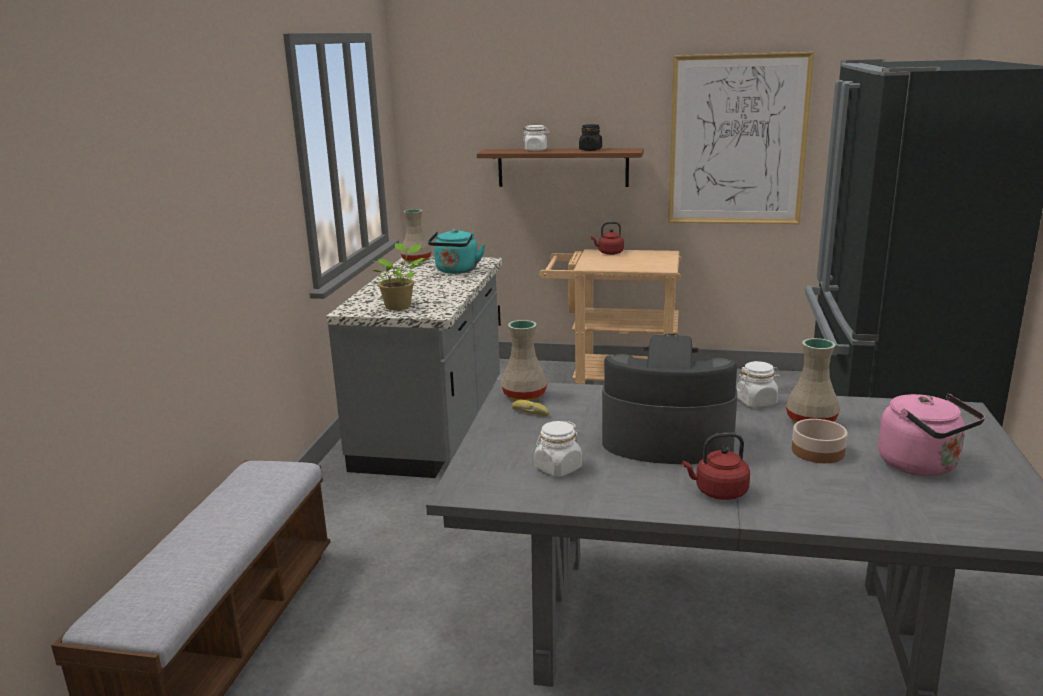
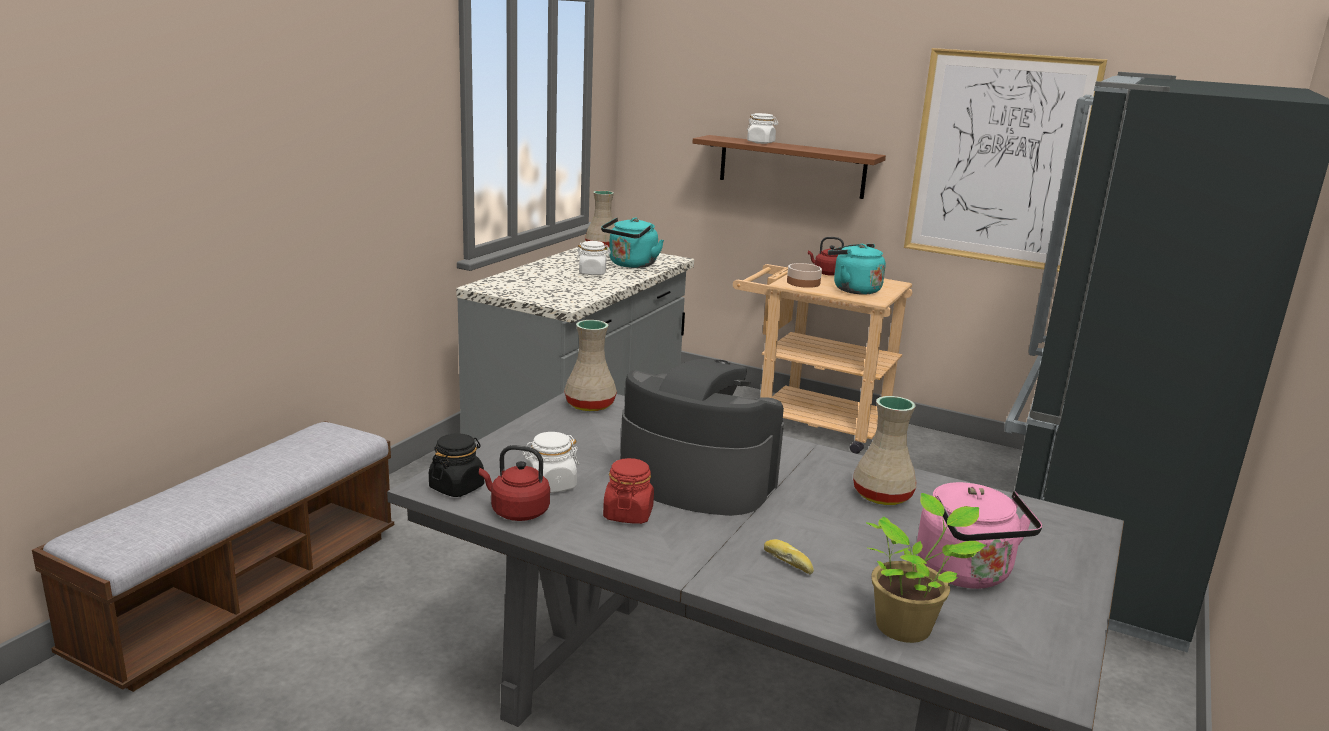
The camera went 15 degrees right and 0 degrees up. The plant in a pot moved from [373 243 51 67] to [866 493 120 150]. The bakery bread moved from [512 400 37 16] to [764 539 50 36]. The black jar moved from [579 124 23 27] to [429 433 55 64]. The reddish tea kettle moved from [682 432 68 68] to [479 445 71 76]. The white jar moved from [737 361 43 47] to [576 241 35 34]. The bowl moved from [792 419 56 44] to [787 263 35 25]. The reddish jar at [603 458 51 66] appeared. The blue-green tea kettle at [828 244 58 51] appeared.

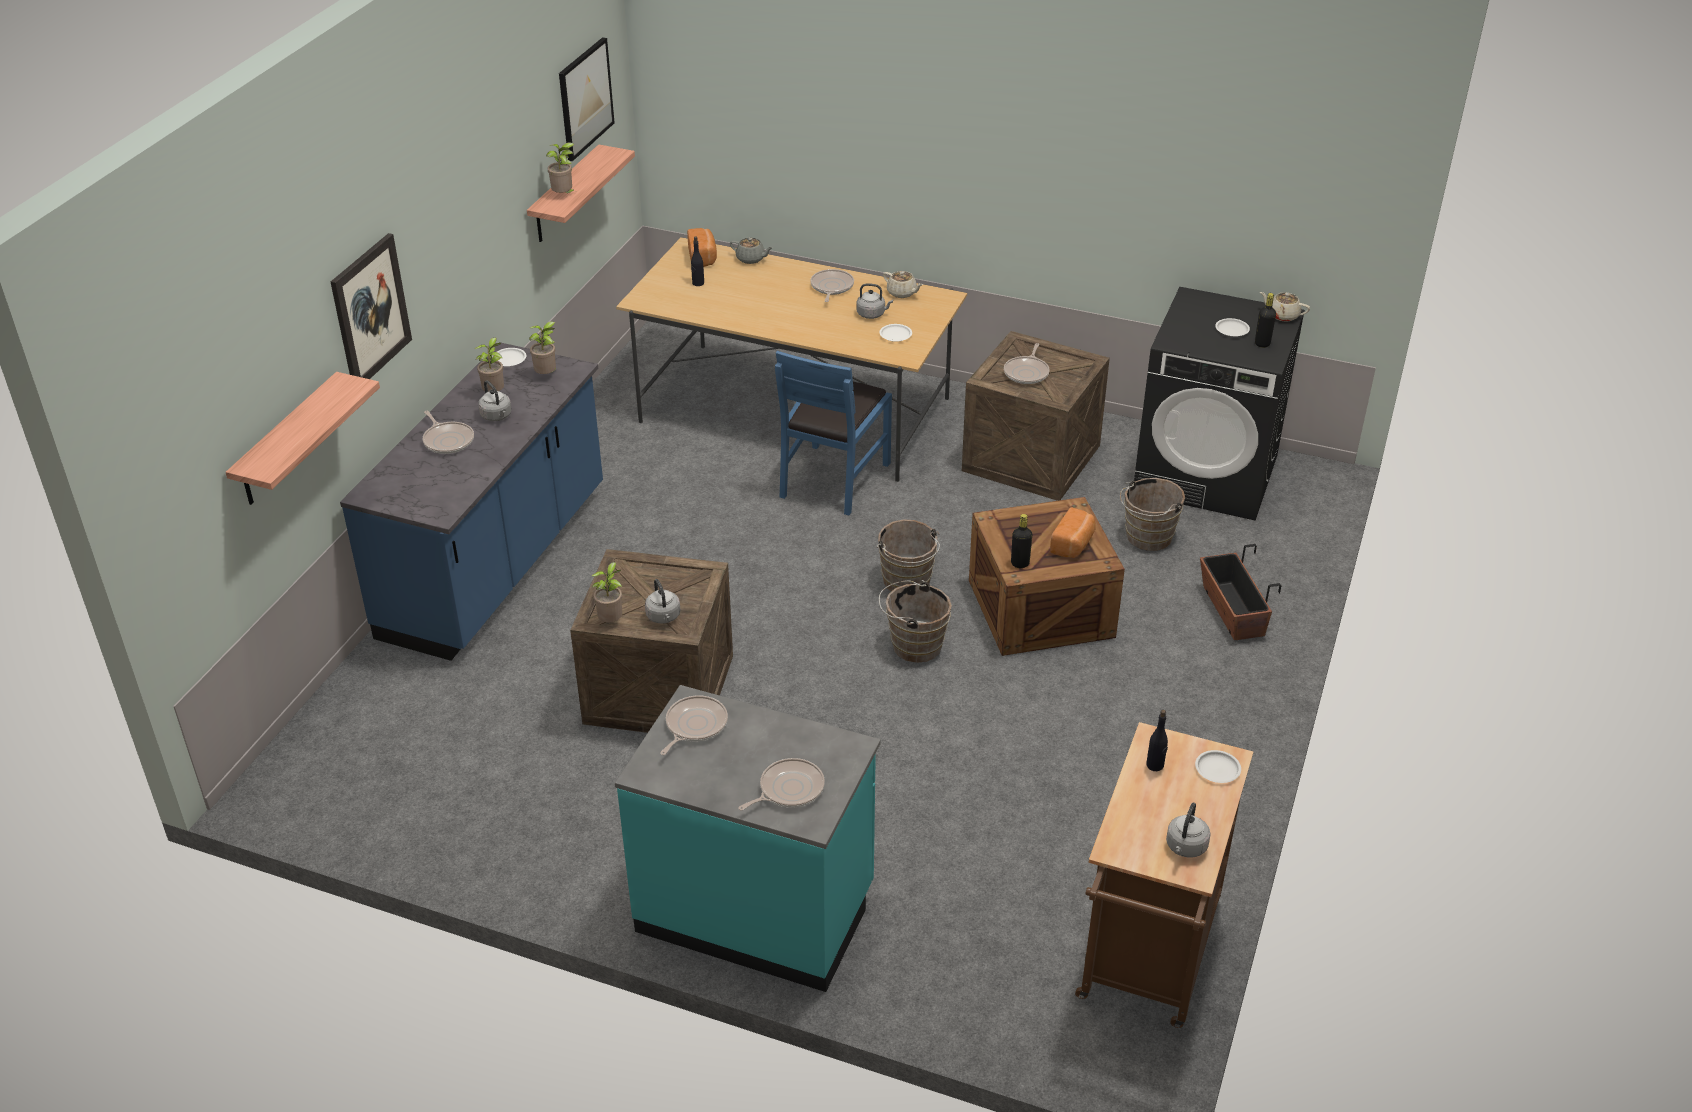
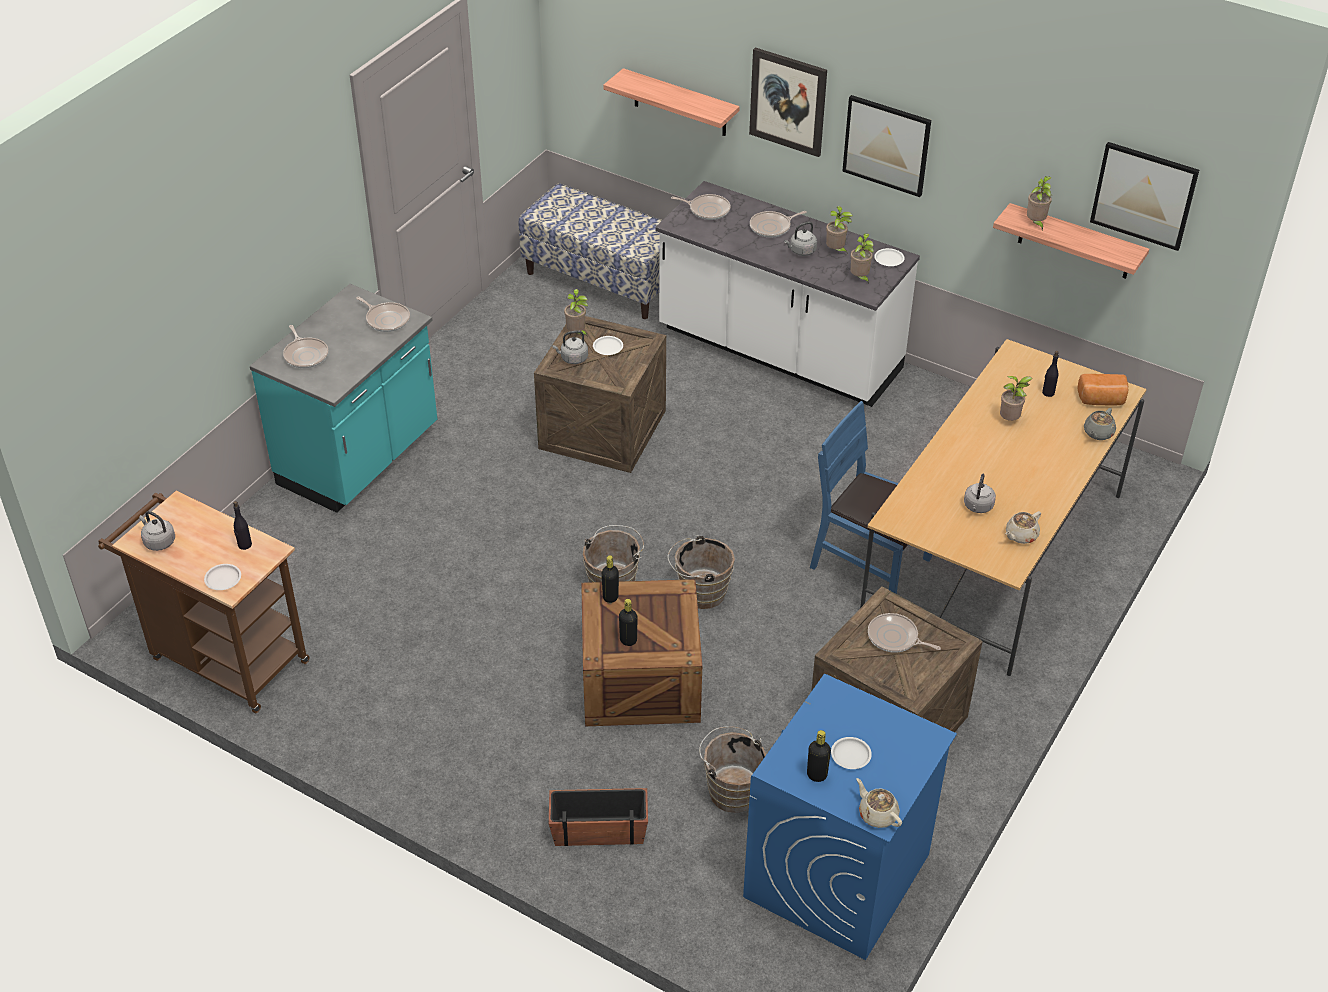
The camera went 100 degrees right and 5 degrees up. The blue-coloured kitchen counter at [340 342 263 319] became the white kitchen counter at [655 181 265 226]. The skillet moved from [810 269 44 33] to [671 194 59 26]. The white flat dish moved from [879 324 33 18] to [593 336 30 19]. The bakery bread at [1050 507 46 51] was replaced by the black beverage bottle at [619 599 18 47]. The black washing machine at [1134 287 171 233] became the blue-coloured washing machine at [743 674 214 286]. The beige-coloured tea pot at [1260 292 50 30] turned 75 degrees counterclockwise. The long seat at [518 183 144 136] appeared. The wall picture at [842 95 89 102] appeared. The plant in a pot at [1000 376 33 45] appeared.

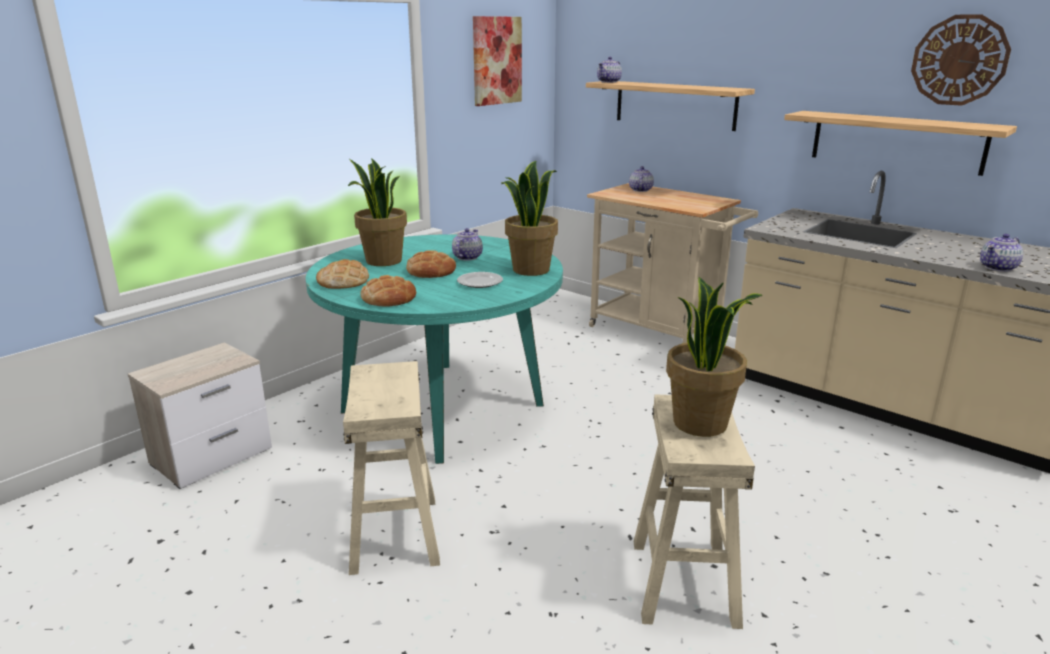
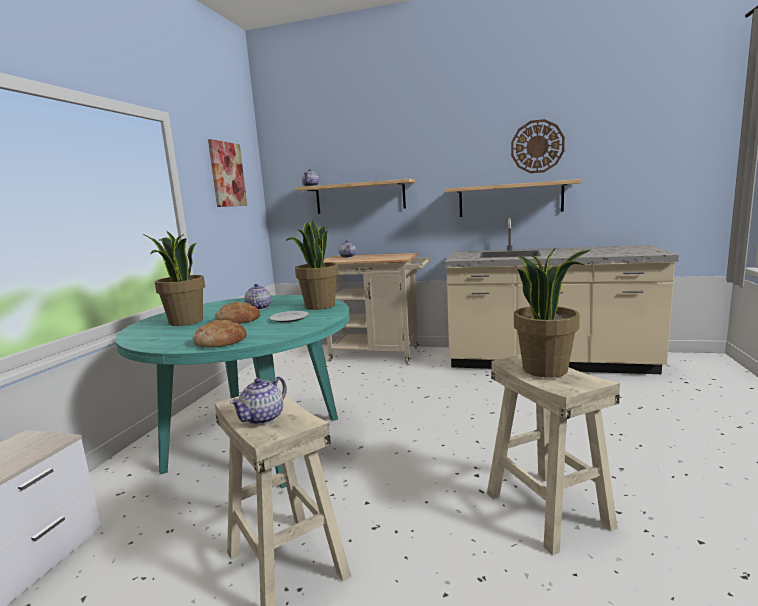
The camera went 25 degrees left and 10 degrees down. The bakery bread at [316 259 53 30] disappeared. The tea pot moved from [980 234 43 38] to [230 377 57 48].

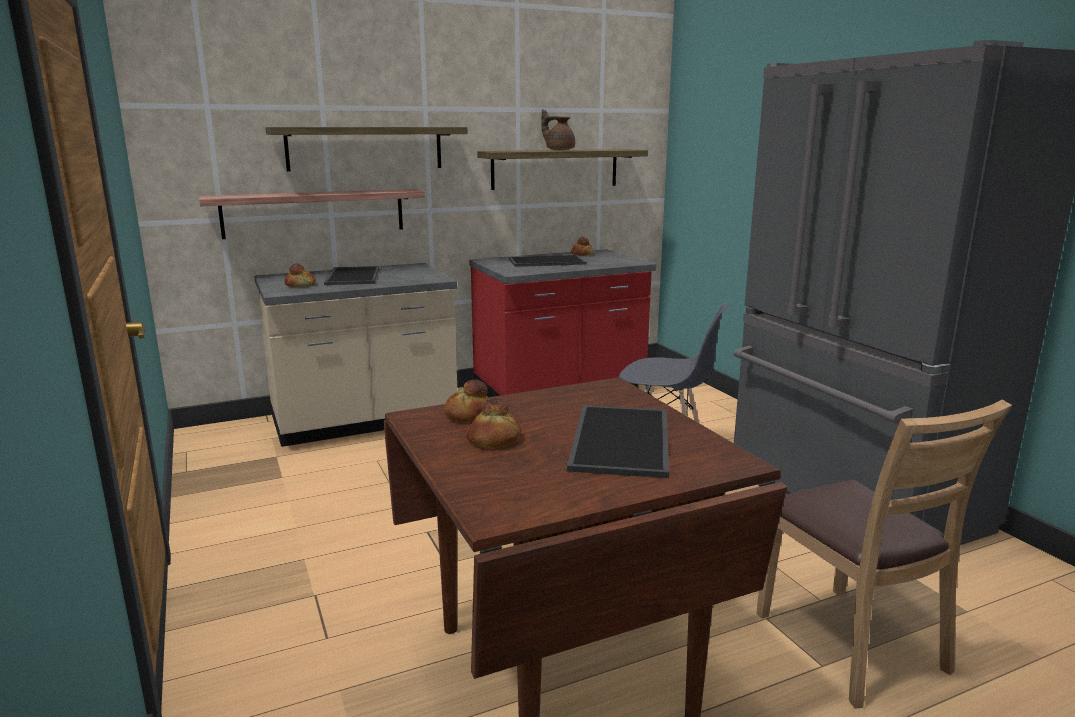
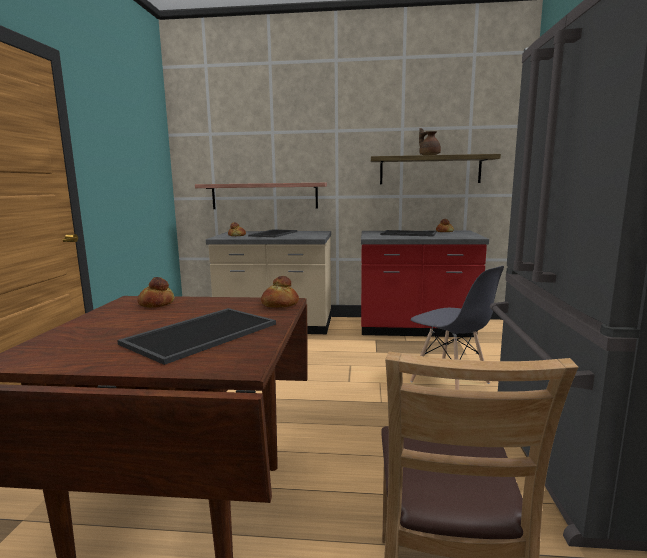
The camera went 30 degrees right and 5 degrees down. The bracket shelf at [265 127 203 44] disappeared. The bakery bread moved from [466 398 55 51] to [261 276 38 32].

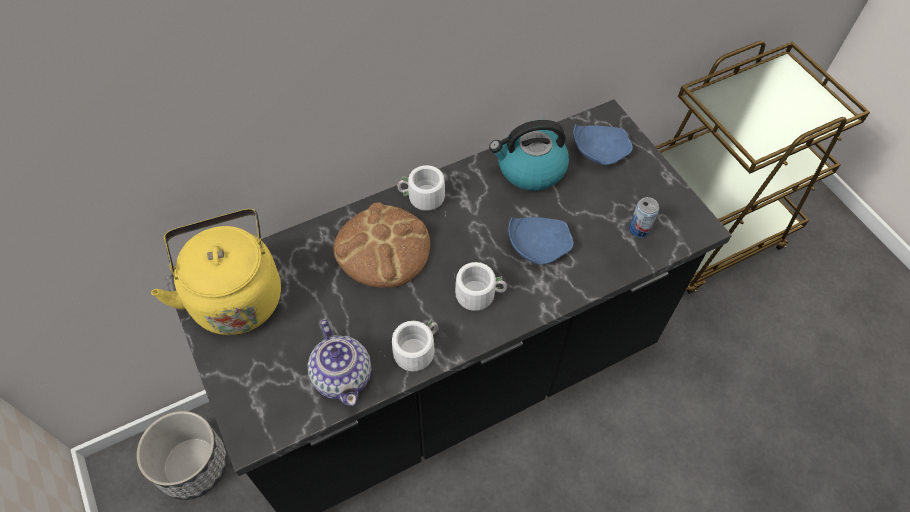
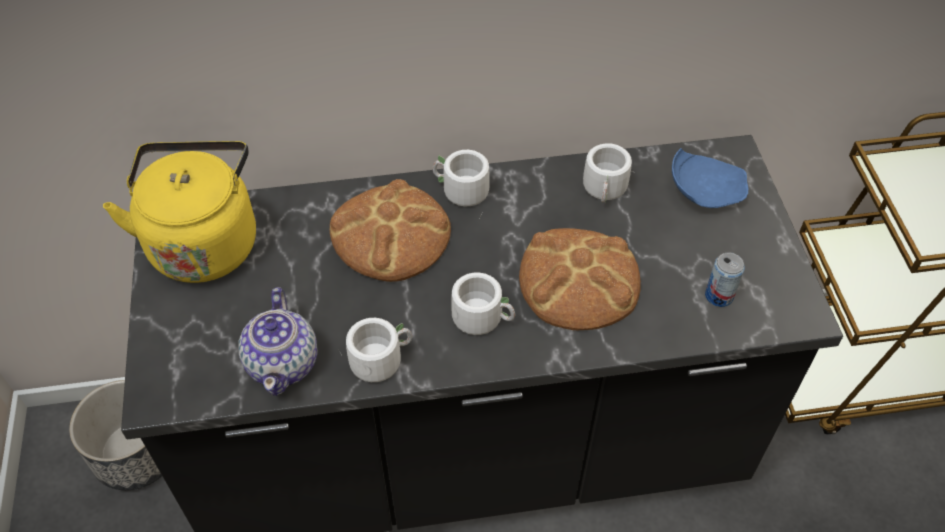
The camera went 20 degrees right and 5 degrees down. The tea kettle at [489 120 80 71] was replaced by the white mug at [583 143 49 60]. The blue-coloured flat dish at [508 217 66 48] was replaced by the bakery bread at [519 228 122 102].

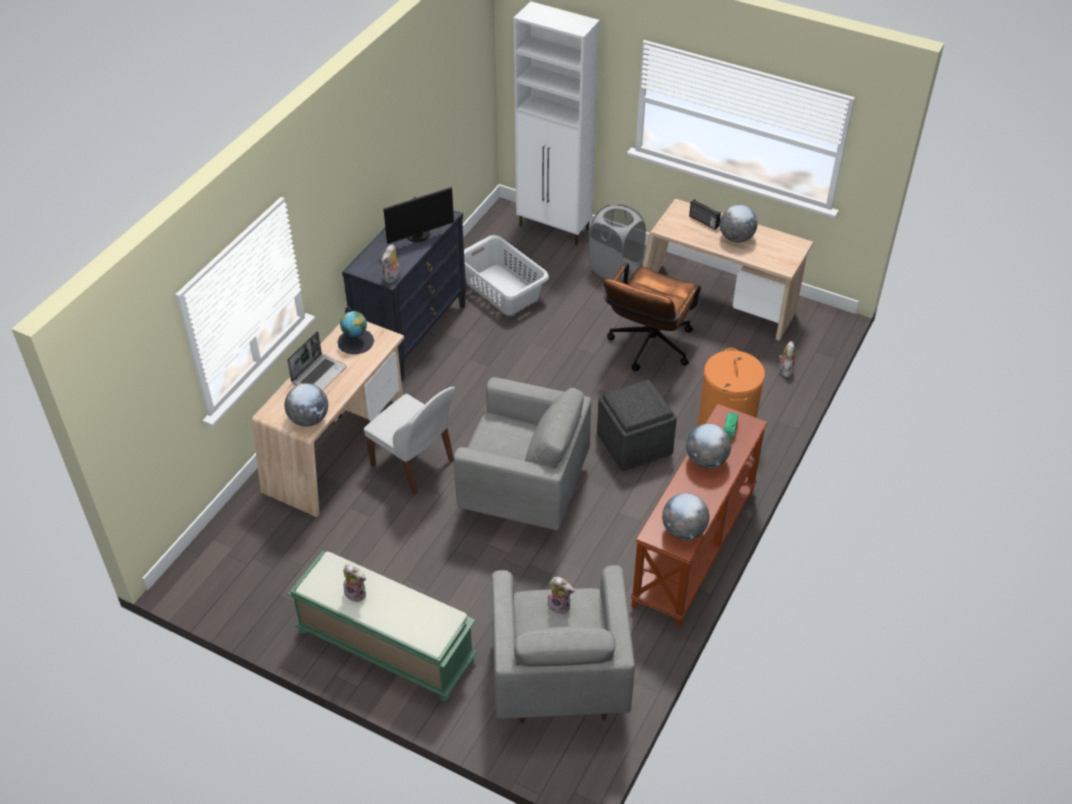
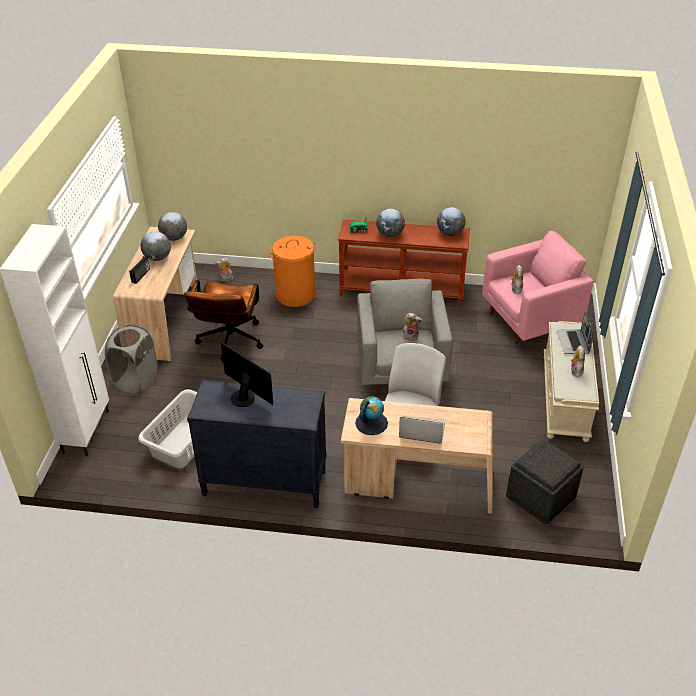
The camera went 110 degrees left and 5 degrees down. The world globe moved from [284 383 44 44] to [158 212 29 29]. The greenish long seat at [287 551 191 151] became the beige-coloured long seat at [544 321 55 121]. The plush toy moved from [381 244 20 39] to [403 313 19 28]. The greyish easy chair at [492 565 143 159] became the pink-coloured easy chair at [482 231 111 113]. The greyish ottoman moved from [597 380 80 91] to [506 439 78 85]. The brown-coloured desk chair at [603 262 98 109] turned 90 degrees clockwise. The notebook computer at [557 312 37 42] appeared.

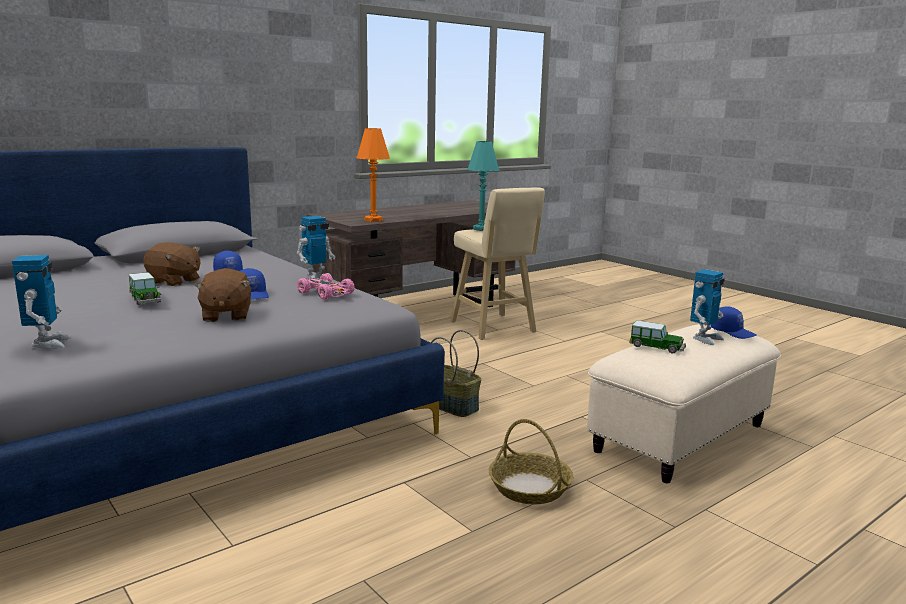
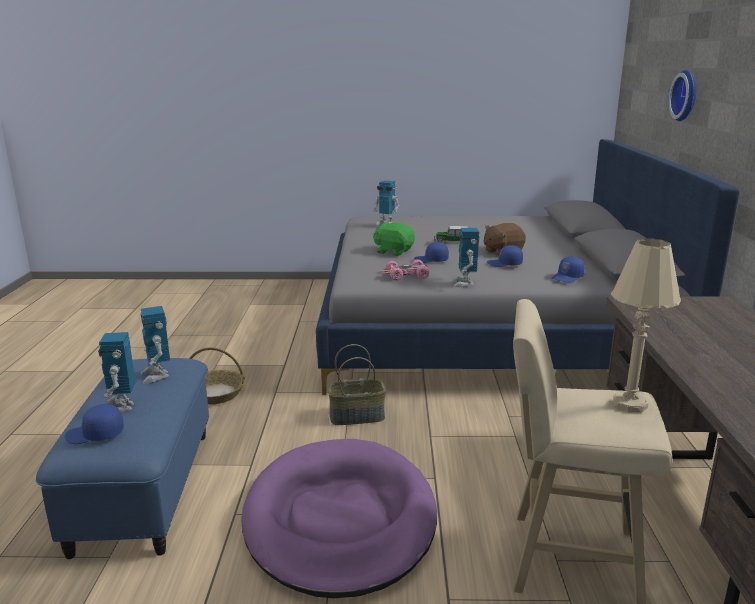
The camera went 130 degrees right and 5 degrees up. The brown-coloured plush toy at [194 268 57 54] became the greenish plush toy at [373 223 42 33]. The orange tabletop lamp at [357 128 33 94] disappeared. The blue-green tabletop lamp at [467 141 32 90] became the beige-coloured tabletop lamp at [611 238 70 175]. The beige-coloured ottoman at [587 324 194 159] became the blue-coloured ottoman at [36 358 173 201]. The toy car at [629 320 57 33] was replaced by the robot figure at [141 306 29 78]. The purplish dog cushion at [241 439 196 159] appeared. The blue-coloured cap at [552 256 33 27] appeared. The hanging clock at [669 70 27 51] appeared.

